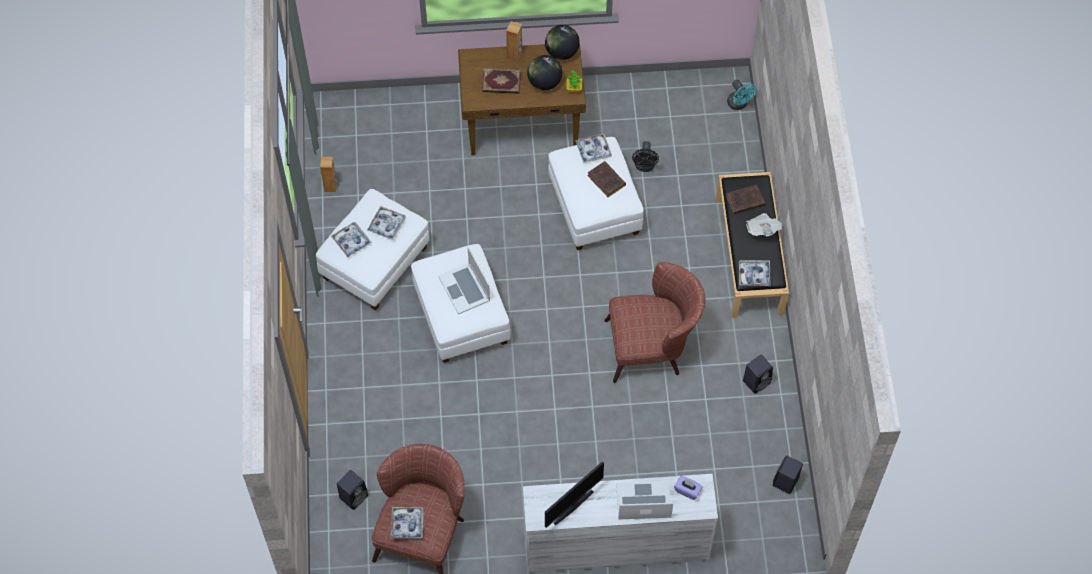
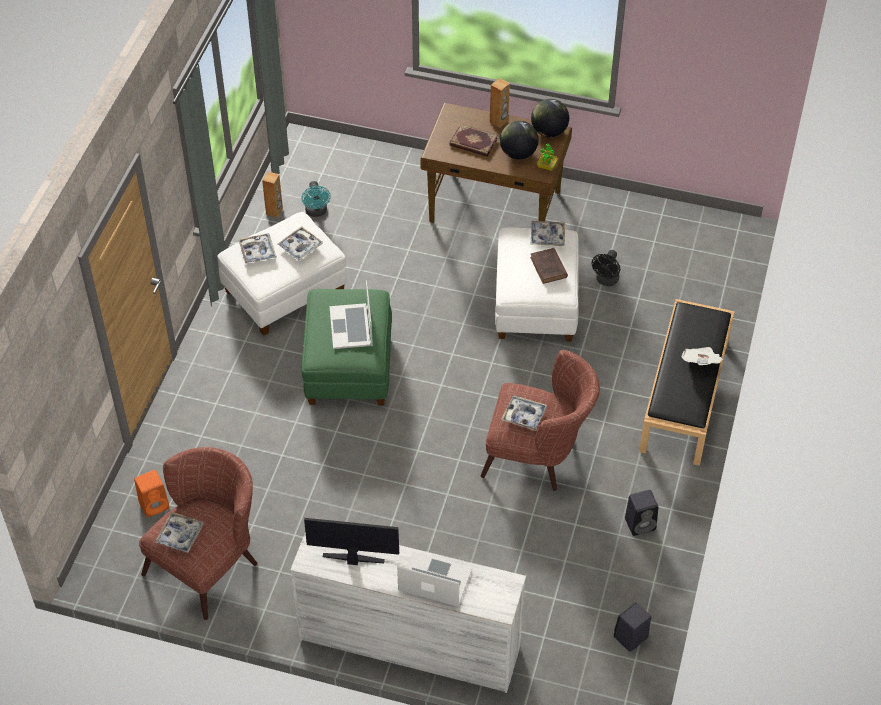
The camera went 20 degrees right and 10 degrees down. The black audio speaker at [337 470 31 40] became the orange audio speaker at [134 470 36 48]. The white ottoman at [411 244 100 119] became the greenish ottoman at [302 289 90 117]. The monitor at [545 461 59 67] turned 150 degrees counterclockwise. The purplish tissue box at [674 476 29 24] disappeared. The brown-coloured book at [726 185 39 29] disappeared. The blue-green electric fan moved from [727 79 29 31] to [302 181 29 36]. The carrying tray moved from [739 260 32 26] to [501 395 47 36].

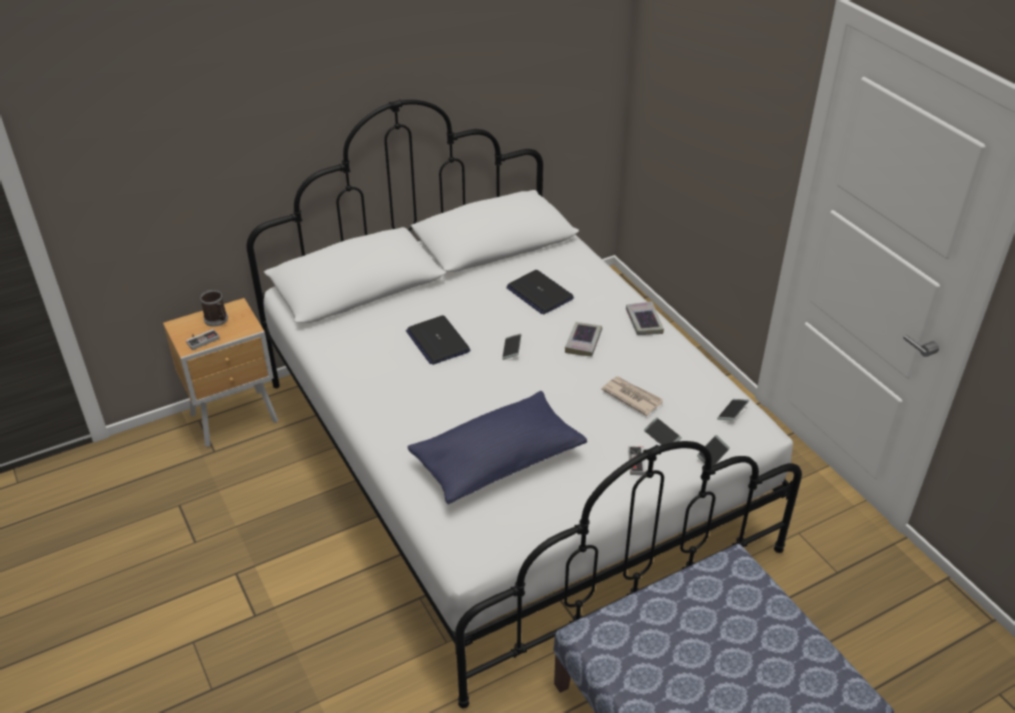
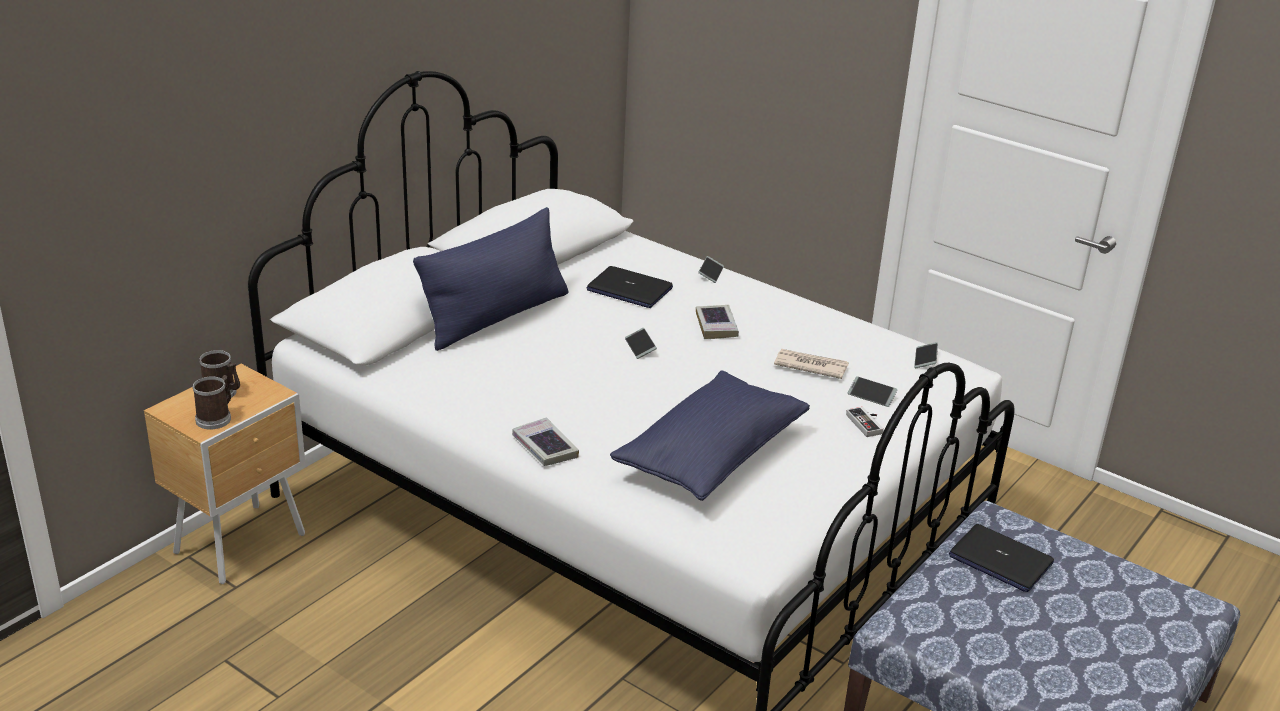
The camera went 25 degrees left and 10 degrees down. The gamepad at [186 329 34 21] was replaced by the mug at [192 375 39 55]. The notebook computer moved from [406 315 64 50] to [949 524 105 68]. The book moved from [626 301 38 34] to [512 417 67 49]. The handset moved from [697 435 33 31] to [698 256 26 27]. The blue-coloured throw pillow at [413 207 155 144] appeared.

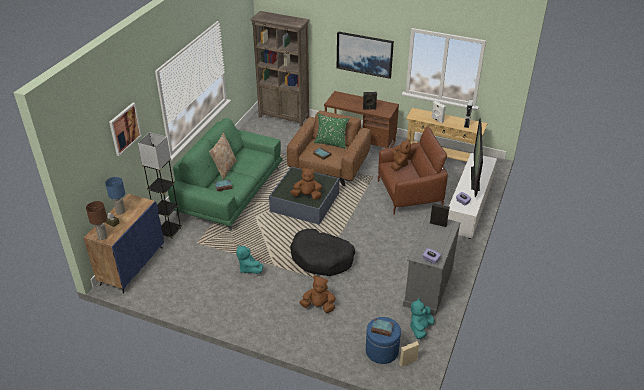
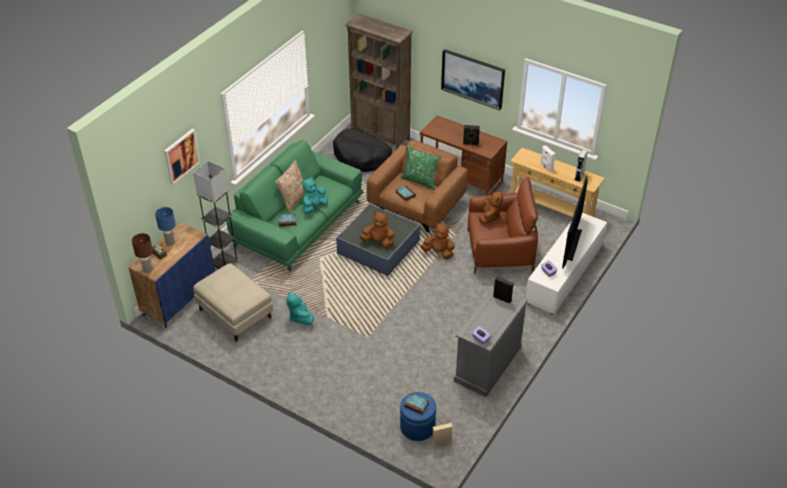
The camera went 10 degrees right and 5 degrees up. The black dog cushion moved from [290 229 65 47] to [333 128 59 44]. The brown-coloured plush toy moved from [299 276 37 37] to [421 222 34 37]. The blue-green plush toy moved from [410 298 24 41] to [302 177 26 37]. The beige-coloured ottoman at [193 263 80 79] appeared.

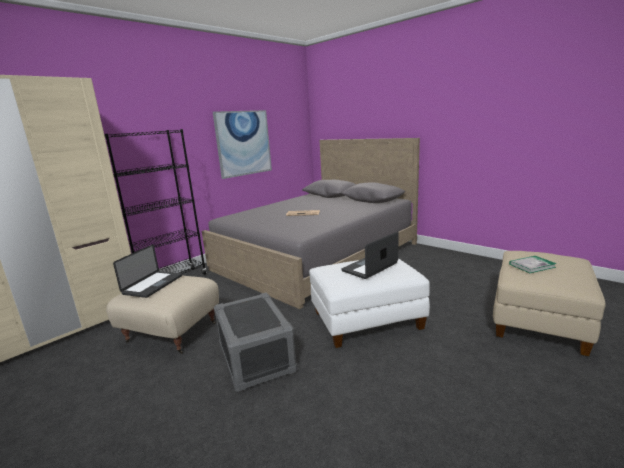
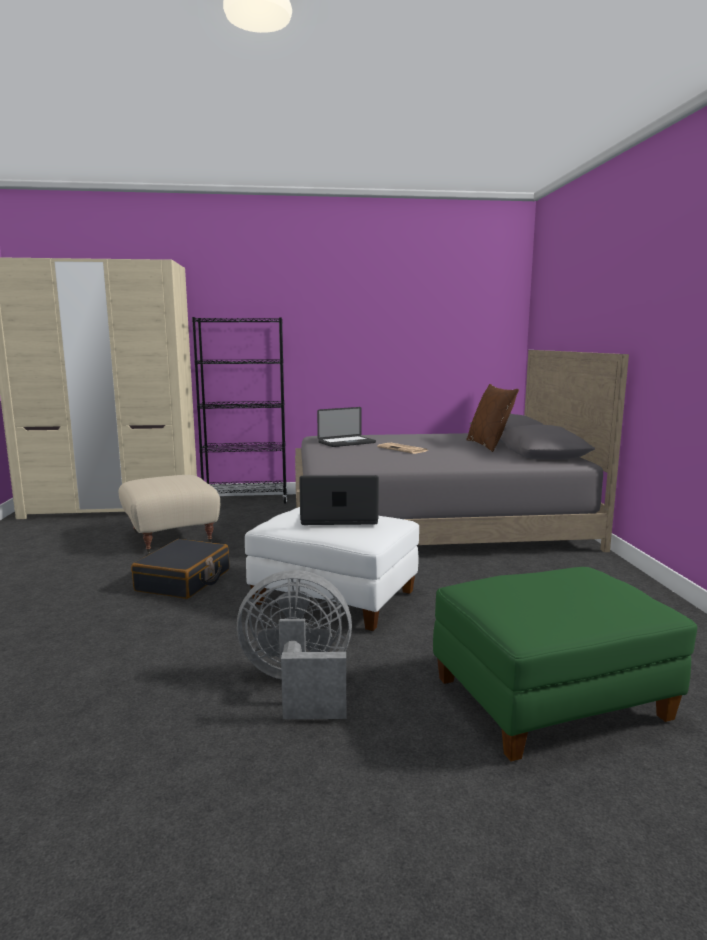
The camera went 40 degrees right and 5 degrees down. The notebook computer moved from [113 244 69 54] to [317 407 59 40]. The wall picture at [213 110 59 69] disappeared. The greyish storage box at [214 293 83 99] was replaced by the black piece of luggage at [131 539 98 60]. The beige-coloured ottoman at [493 251 113 105] became the greenish ottoman at [433 567 264 194]. The book at [509 256 48 17] disappeared. The greyish electric fan at [237 570 115 149] appeared. The brown-coloured throw pillow at [467 384 52 68] appeared.

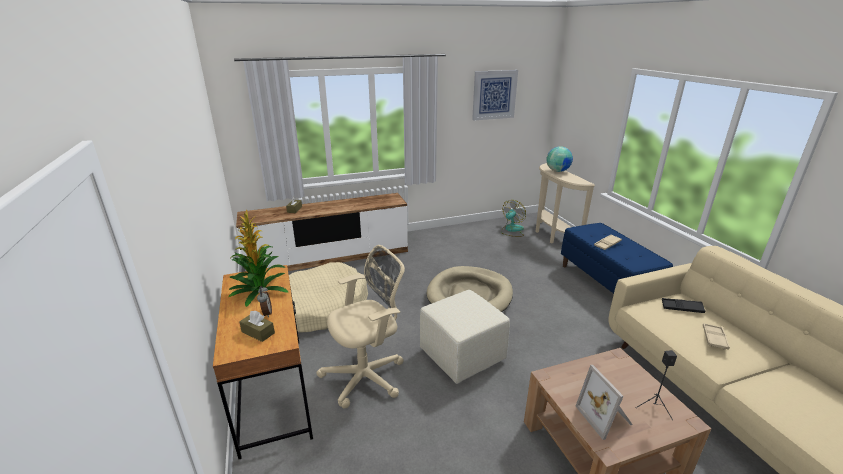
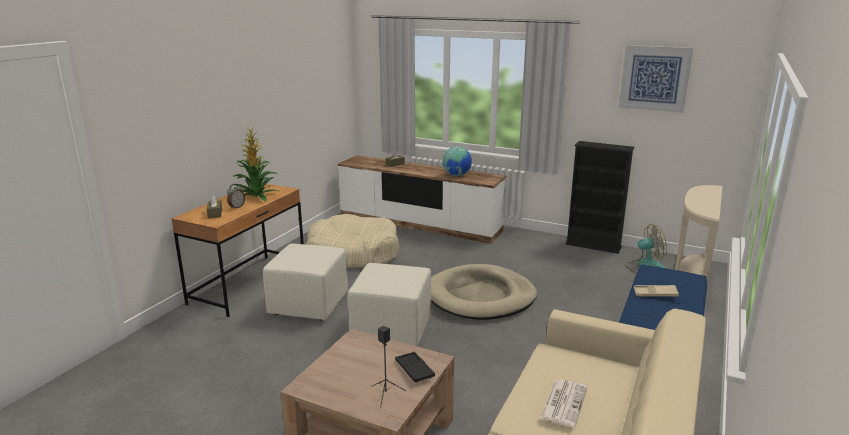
The camera went 45 degrees right and 5 degrees down. The beige-coloured desk chair at [316 245 89 163] was replaced by the beige-coloured ottoman at [263 243 85 77]. The world globe moved from [546 146 27 26] to [442 146 30 30]. The photo frame at [576 365 57 75] disappeared. The black carrying tray moved from [662 298 43 15] to [395 351 40 31]. The beige-coloured carrying tray at [703 323 27 27] was replaced by the printed paper at [540 379 47 48]. The black bookcase at [566 141 68 113] appeared.

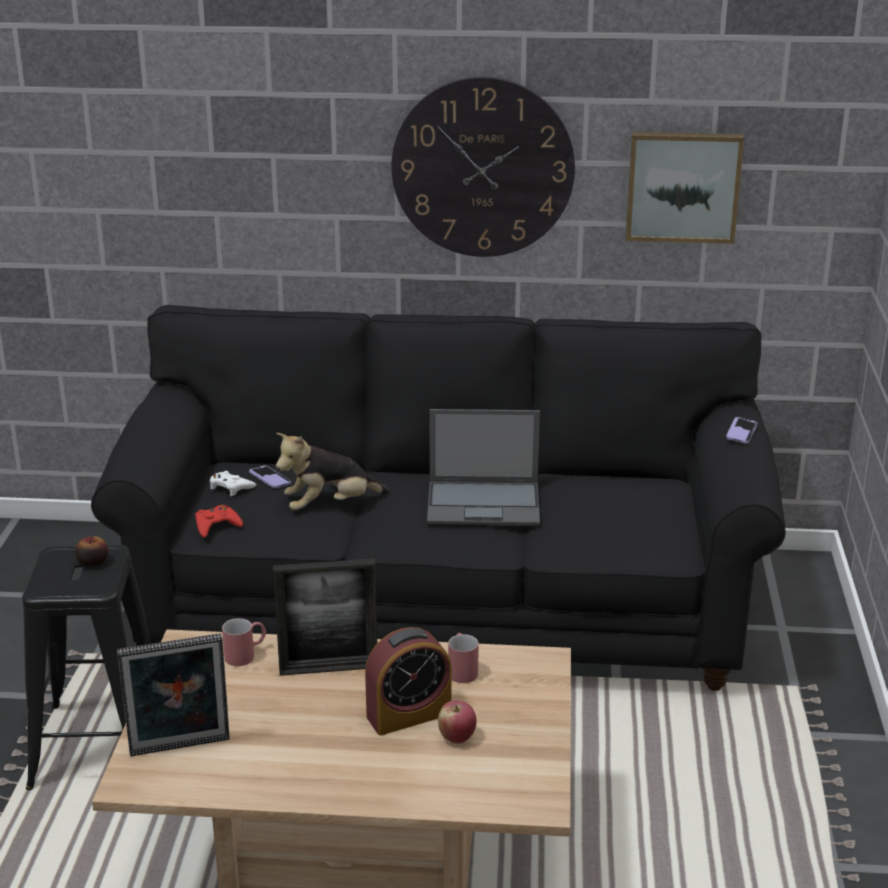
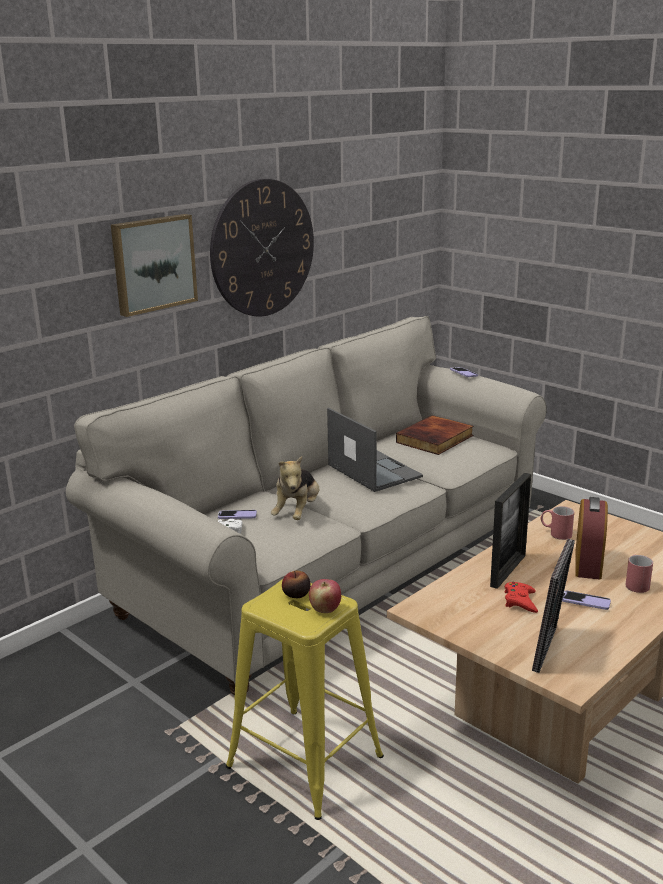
The camera went 50 degrees left and 5 degrees down. The black sitting stool at [22 545 129 245] became the yellow sitting stool at [226 579 158 241]. The black sofa at [91 305 694 386] became the beige-coloured sofa at [66 316 481 380]. The reddish gamepad moved from [195 505 48 33] to [505 582 33 31]. The reddish mug moved from [222 618 44 48] to [625 555 28 38]. The notebook computer at [427 409 113 117] turned 75 degrees counterclockwise. The apple moved from [438 700 39 44] to [309 579 32 34]. The wall picture moved from [626 132 118 112] to [111 214 87 103]. The book at [396 415 78 40] appeared. The handset at [562 591 49 19] appeared.

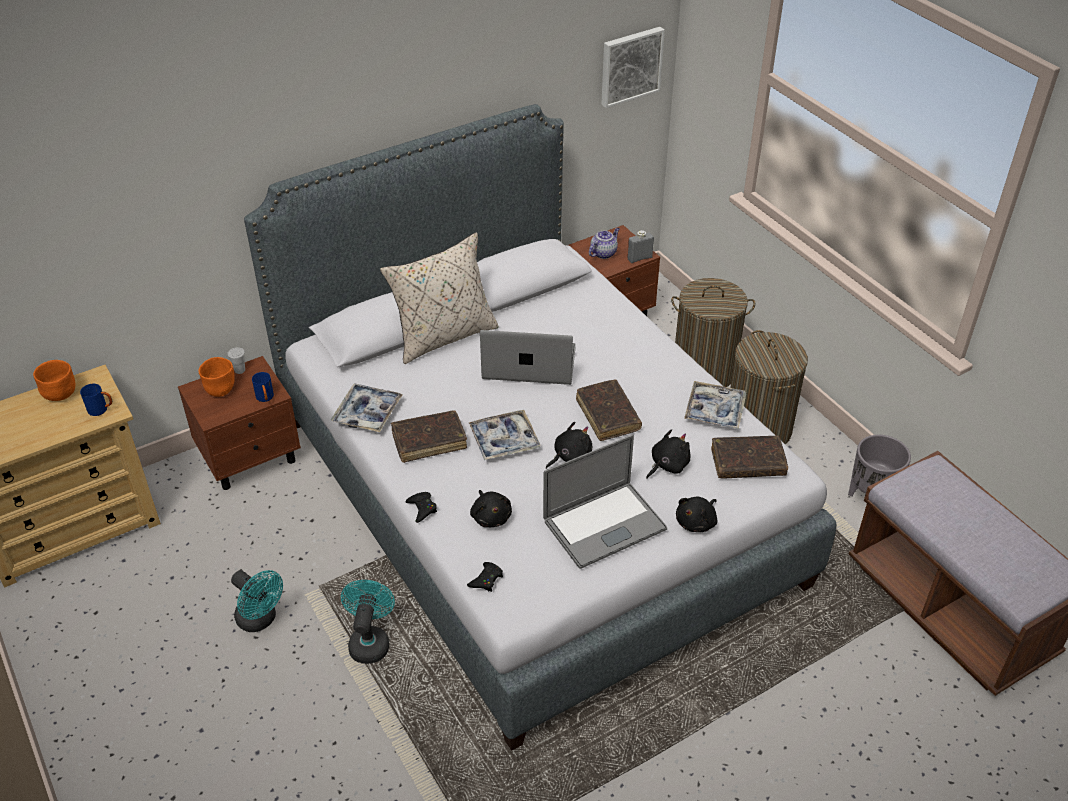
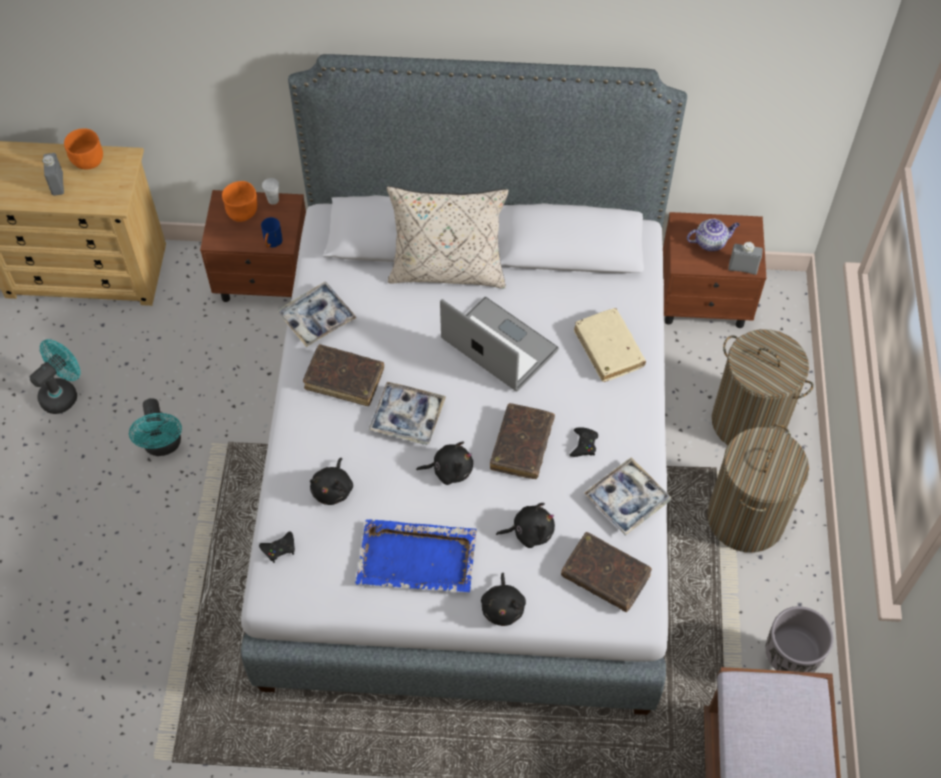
The camera went 35 degrees right and 15 degrees up. The blue-coloured mug at [80 384 32 32] disappeared. The blue-green electric fan moved from [341 580 54 84] to [30 339 51 75]. The black gamepad moved from [406 492 31 31] to [570 427 28 30]. The notebook computer at [543 435 124 134] was replaced by the blue-coloured carrying tray at [355 519 122 73]. The wall picture at [601 27 64 81] disappeared. The black plush toy at [676 497 41 35] turned 75 degrees counterclockwise. The greyish beverage bottle at [42 153 22 43] appeared. The beige-coloured book at [574 308 72 74] appeared.

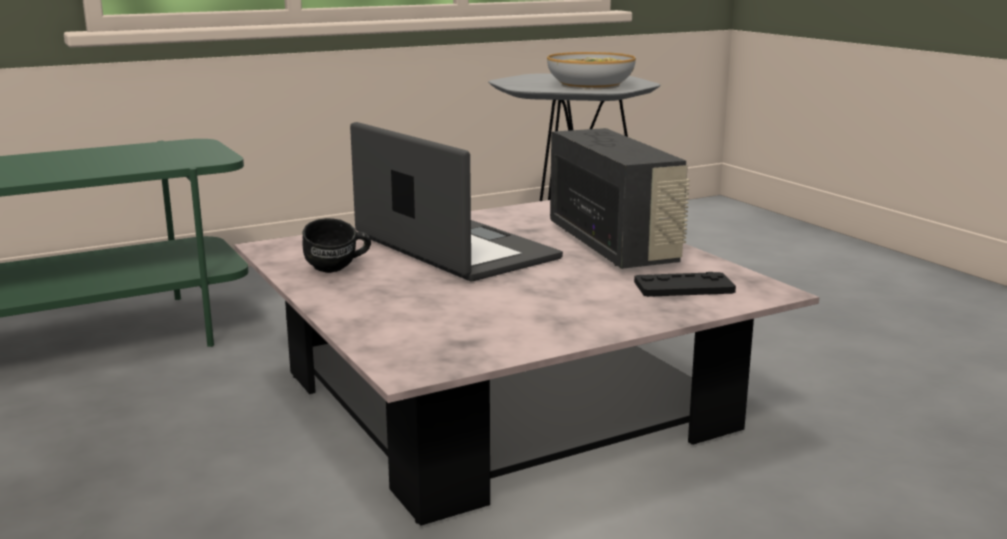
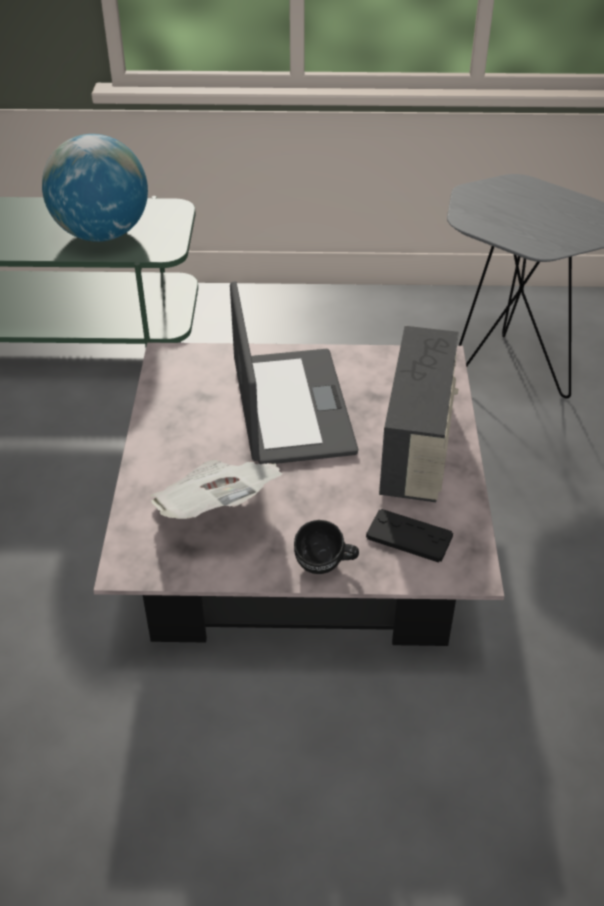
The camera went 30 degrees right and 25 degrees up. The black mug moved from [302 218 69 55] to [294 520 65 54]. The bowl at [547 52 89 37] disappeared. The world globe at [42 134 106 108] appeared. The printed paper at [150 460 132 59] appeared.

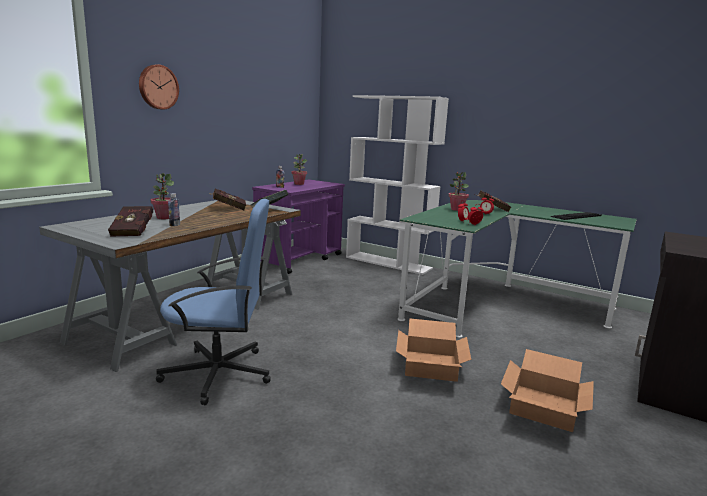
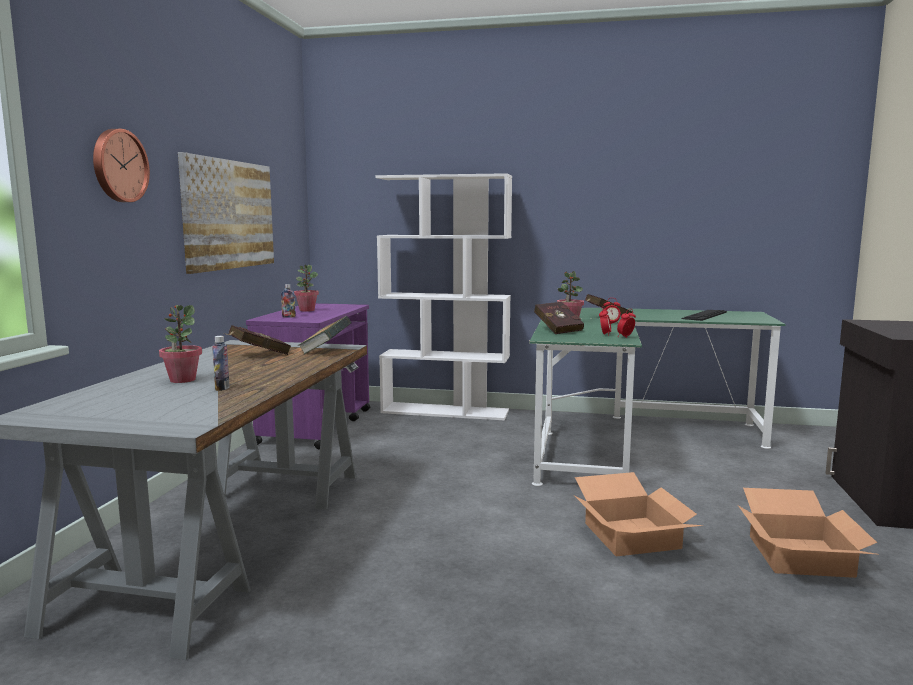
The camera went 20 degrees left and 5 degrees down. The reddish book moved from [108 206 45 31] to [534 302 50 32]. The blue-coloured desk chair at [156 199 115 206] disappeared. The wall picture at [178 152 96 122] appeared.

